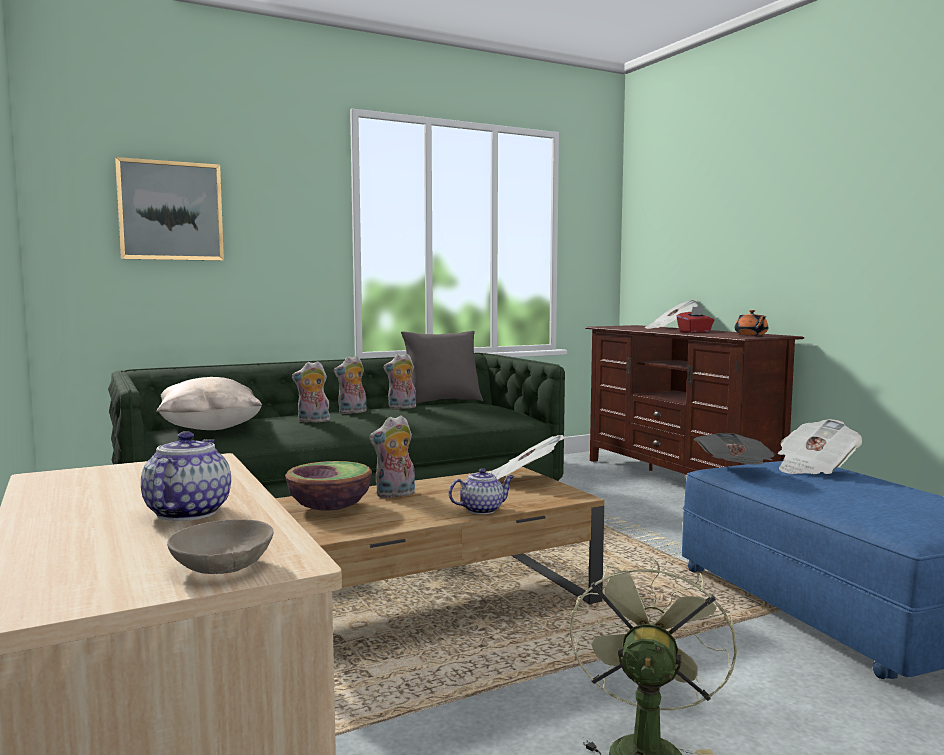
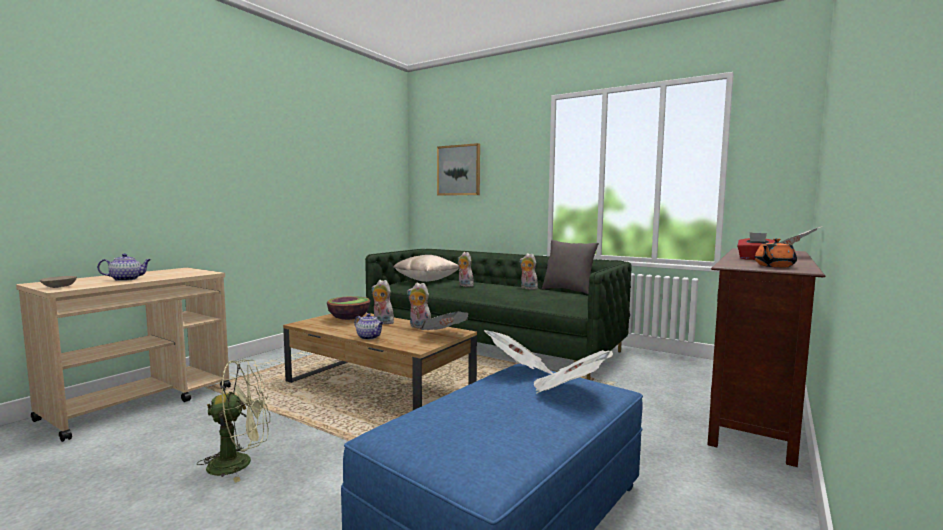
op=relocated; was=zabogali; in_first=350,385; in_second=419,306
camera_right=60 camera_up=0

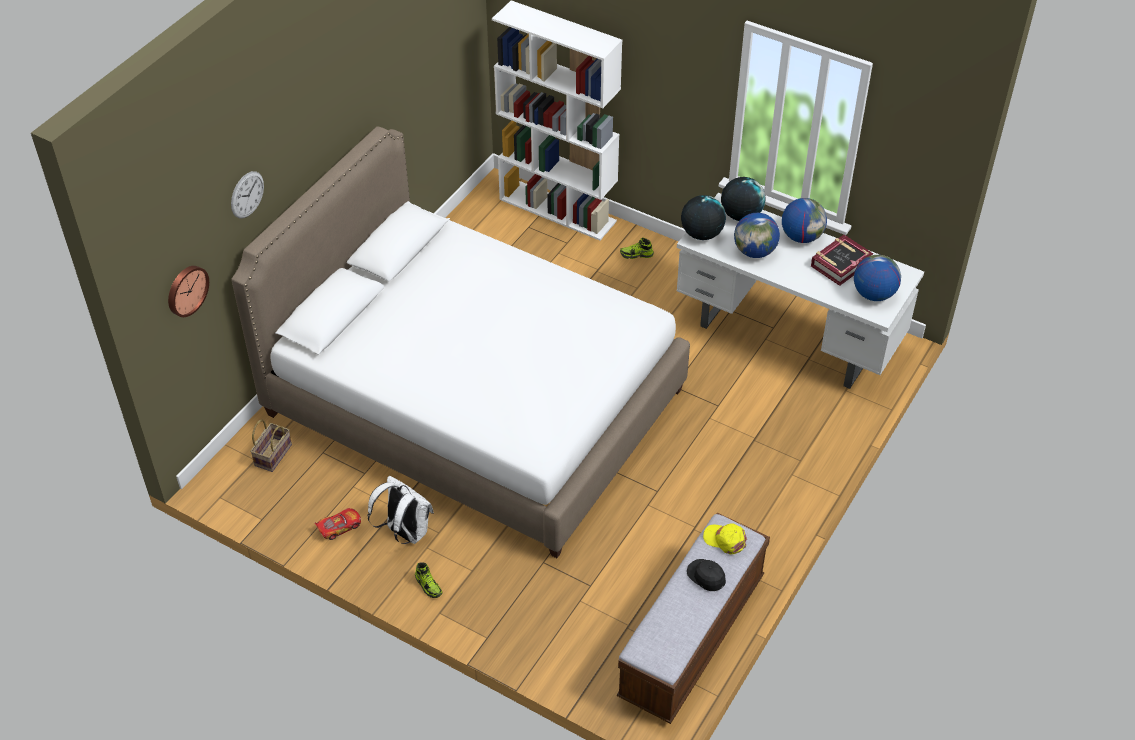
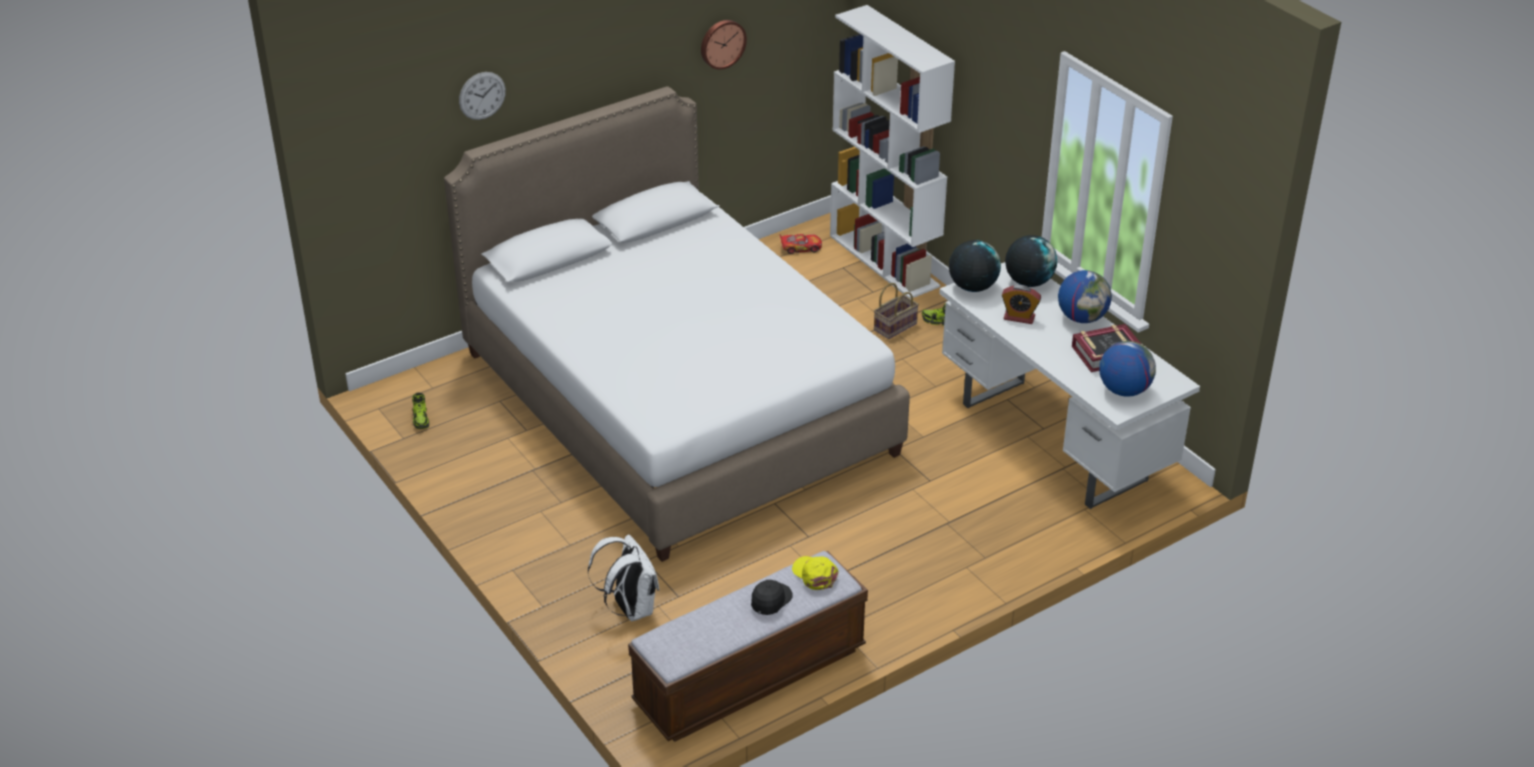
op=relocated; was=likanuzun; in_first=429,580; in_second=420,411
op=relocated; was=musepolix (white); in_first=400,510; in_second=623,578
op=relocated; was=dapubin; in_first=188,291; in_second=724,45
op=spun; was=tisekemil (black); in_first=706,575; in_second=772,597; clockwise=45
op=relocated; was=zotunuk; in_first=338,524; in_second=801,244
op=relocated; was=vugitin; in_first=271,445; in_second=896,311
op=exchanged; was=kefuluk; now=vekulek; in_first=757,235; in_second=1021,304
camera_right=25 camera_up=-10

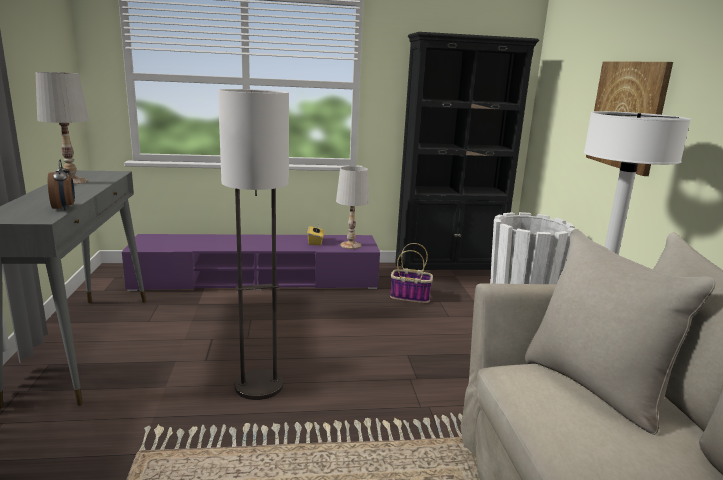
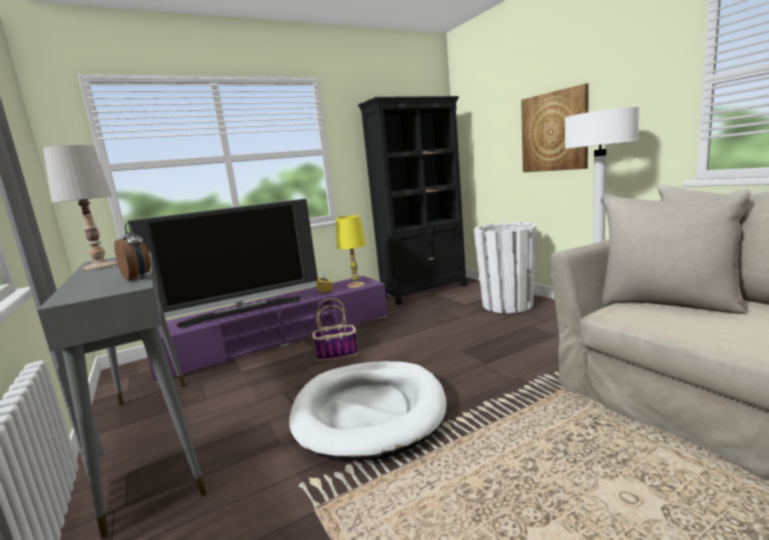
op=appeared; now=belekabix; in_second=223,263
op=exchanged; was=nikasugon; now=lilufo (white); in_first=253,244; in_second=367,410
op=relocated; was=vugitin; in_first=411,273; in_second=335,329
op=colour; was=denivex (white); now=denivex (yellow); in_first=352,207; in_second=351,251
camera_right=-20 camera_up=-5

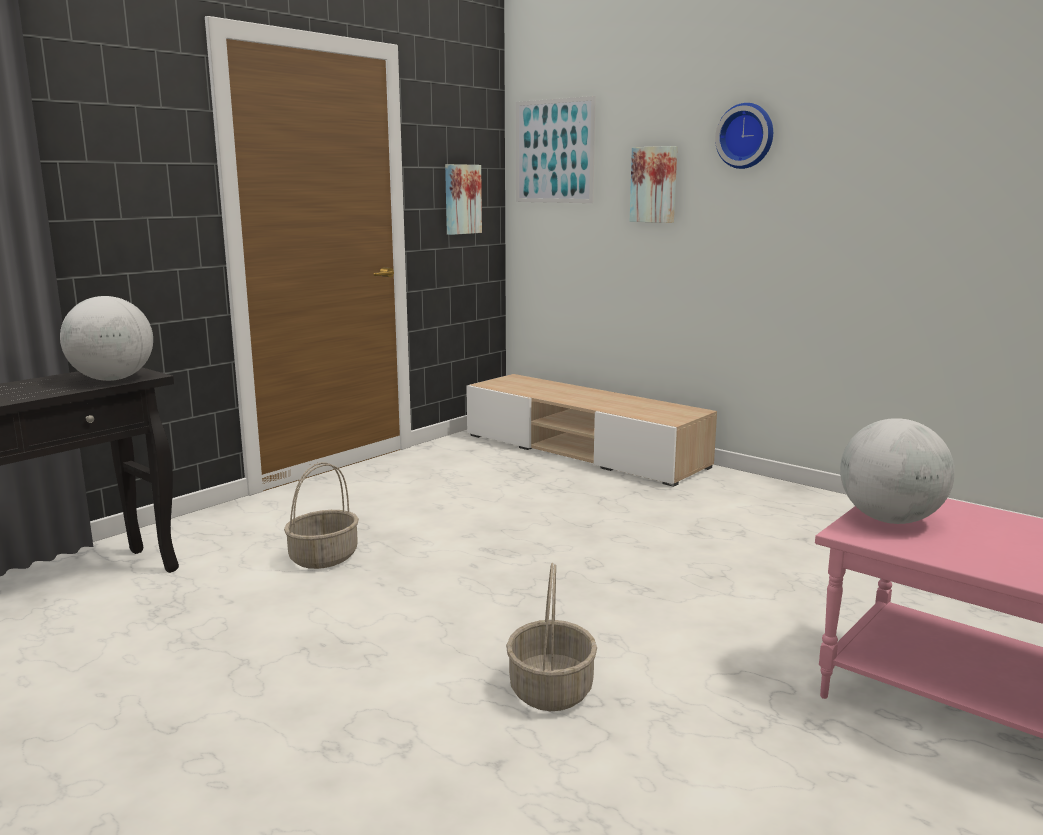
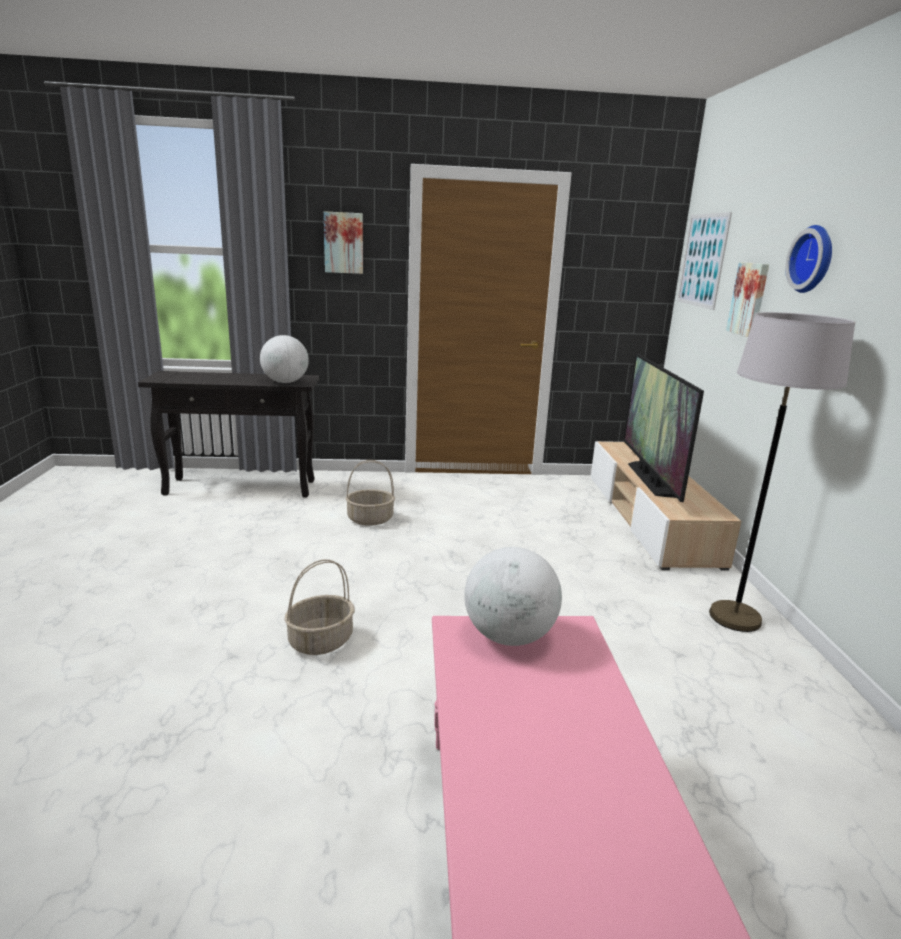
op=relocated; was=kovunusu; in_first=463,199; in_second=343,242
op=appeared; now=belekabix; in_second=663,427
op=appeared; now=nikasugon (grey); in_second=782,472
camera_right=45 camera_up=5

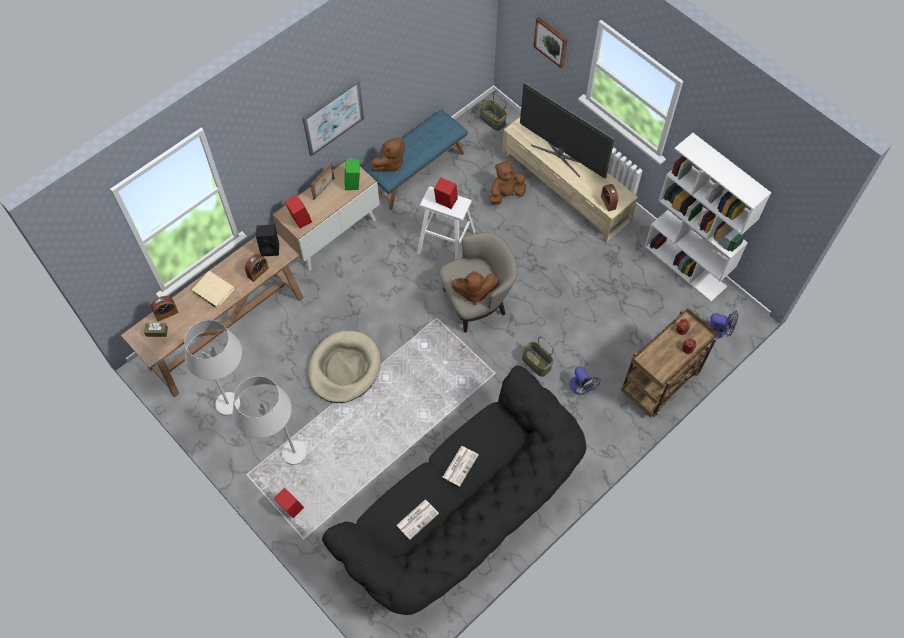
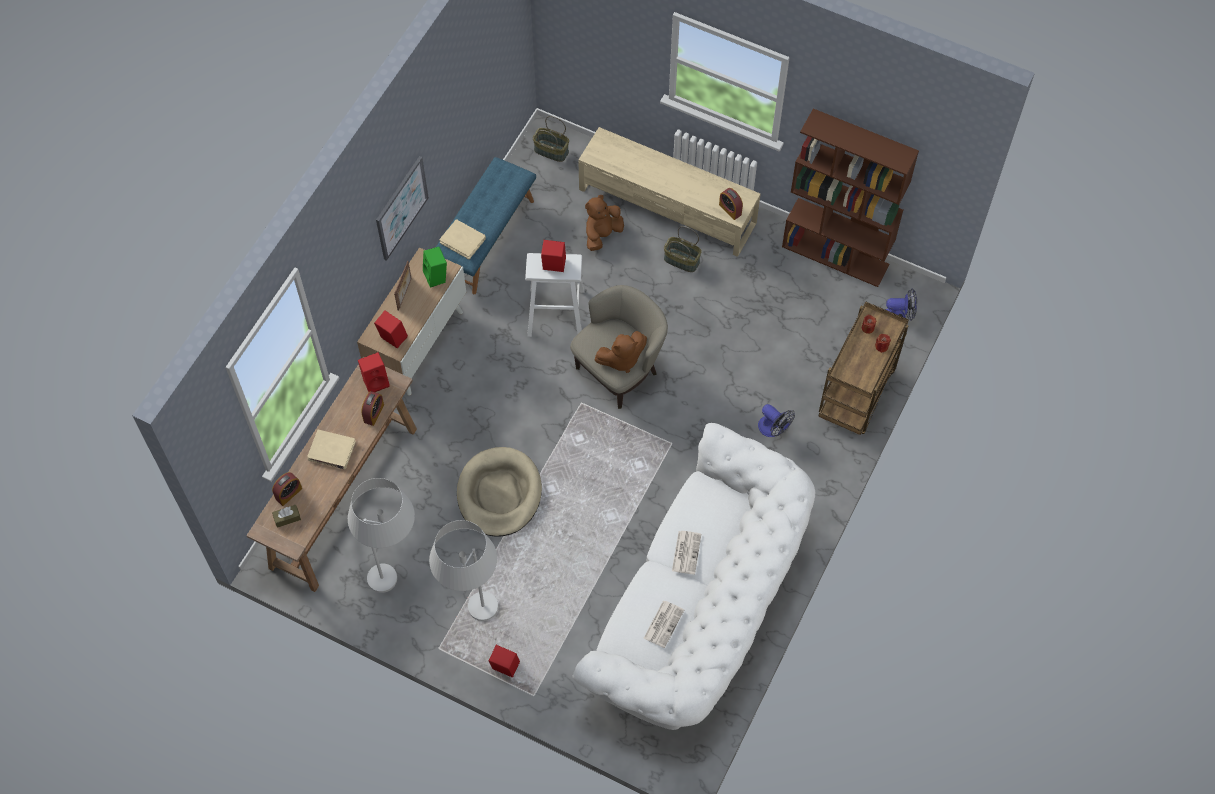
op=colour; was=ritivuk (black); now=ritivuk (red); in_first=267,240; in_second=374,372
op=exchanged; was=zabogali (brown); now=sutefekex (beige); in_first=388,155; in_second=462,239
op=colour; was=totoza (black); now=totoza (white); in_first=454,490; in_second=693,576
op=relocated; was=vugitin; in_first=538,356; in_second=683,249
op=colour; was=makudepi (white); now=makudepi (brown); in_first=707,217; in_second=850,198
op=missing; was=belekabix; in_first=567,130
op=missing; was=kovunusu; in_first=550,42
camera_right=-20 camera_up=0

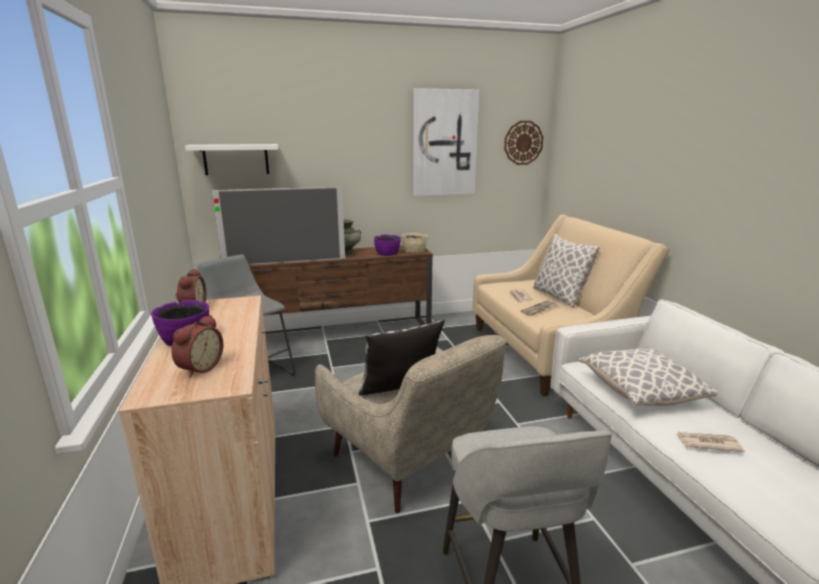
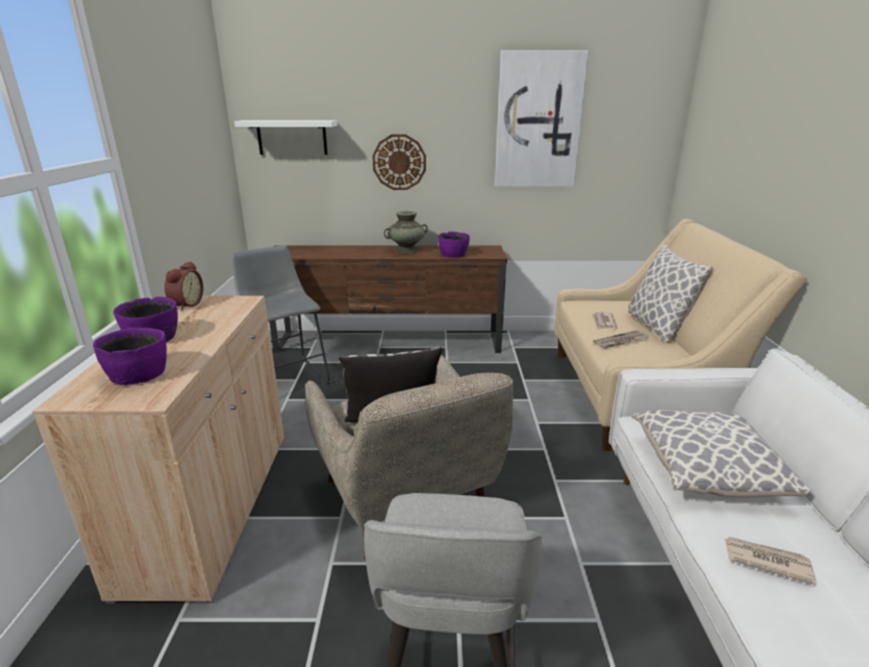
op=exchanged; was=vekulek; now=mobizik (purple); in_first=197,346; in_second=130,356
op=relocated; was=dapubin; in_first=523,143; in_second=399,162
op=missing; was=belekabix; in_first=278,225
op=missing; was=mobizik (beige); in_first=415,243
camera_right=15 camera_up=5

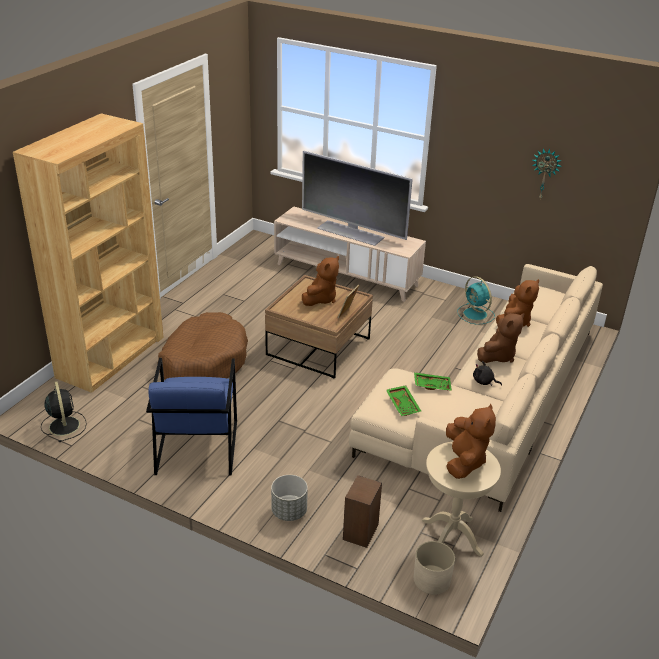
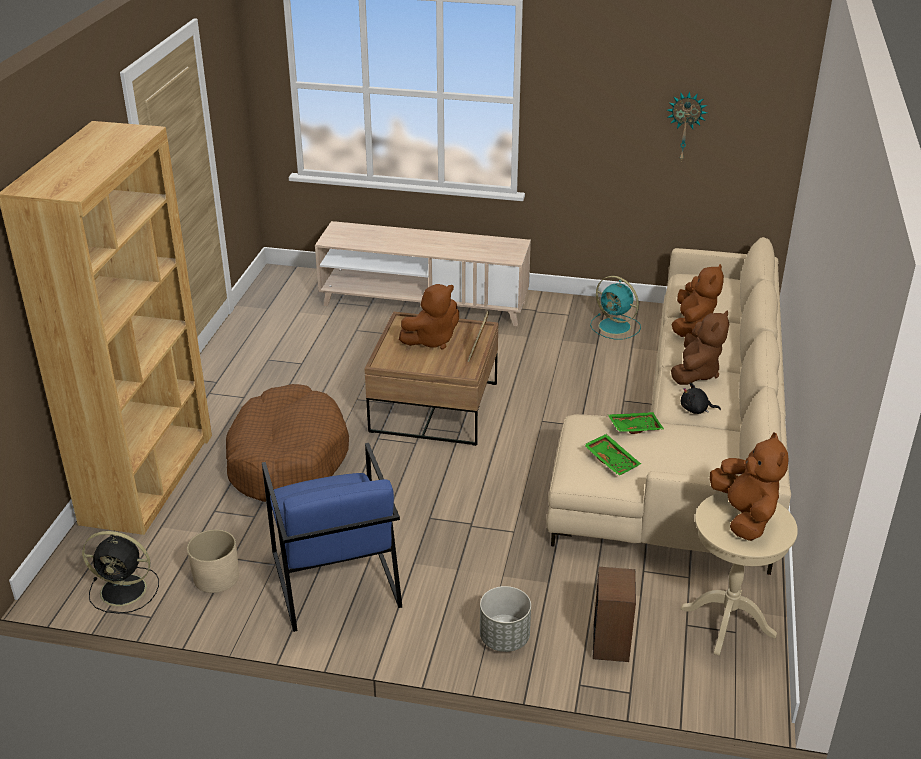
op=spun; was=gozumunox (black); in_first=64,411; in_second=120,572; clockwise=135
op=relocated; was=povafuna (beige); in_first=434,568; in_second=213,561
op=spun; was=zabogali (brown); in_first=320,281; in_second=429,317; clockwise=45
op=missing; was=belekabix; in_first=357,198
camera_right=-15 camera_up=0

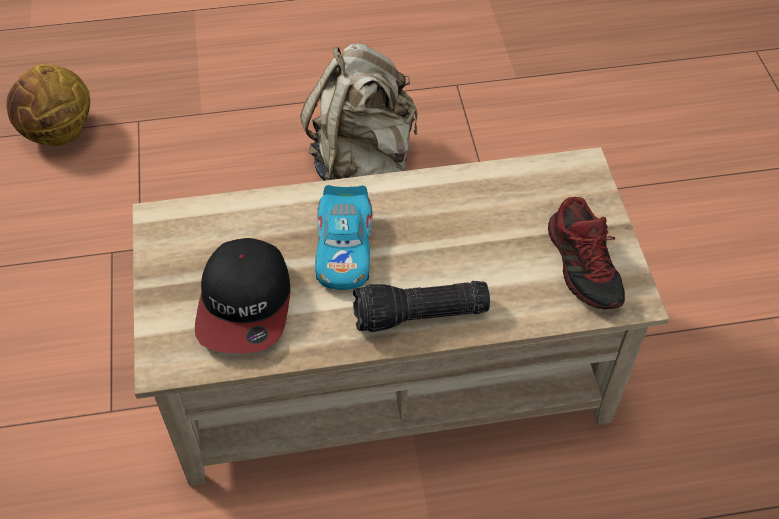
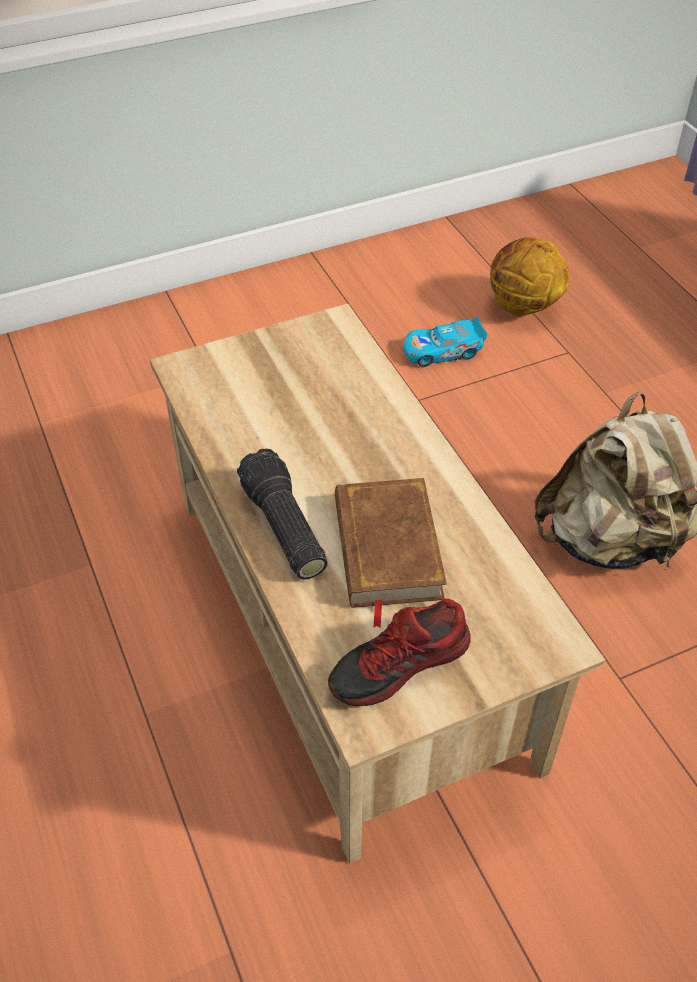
op=appeared; now=sutefekex (brown); in_second=391,553
op=relocated; was=zotunuk; in_first=344,237; in_second=445,342
op=missing; was=tisekemil; in_first=242,295
camera_right=75 camera_up=-5

